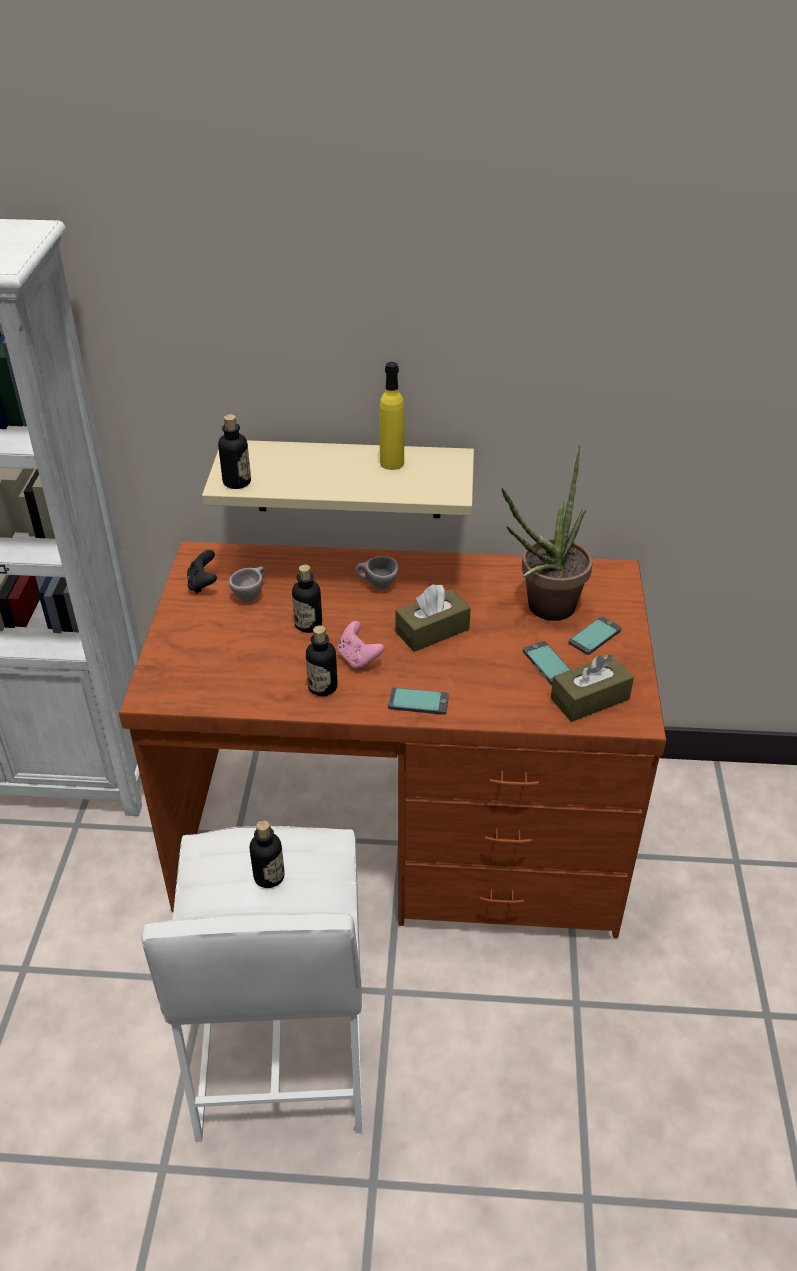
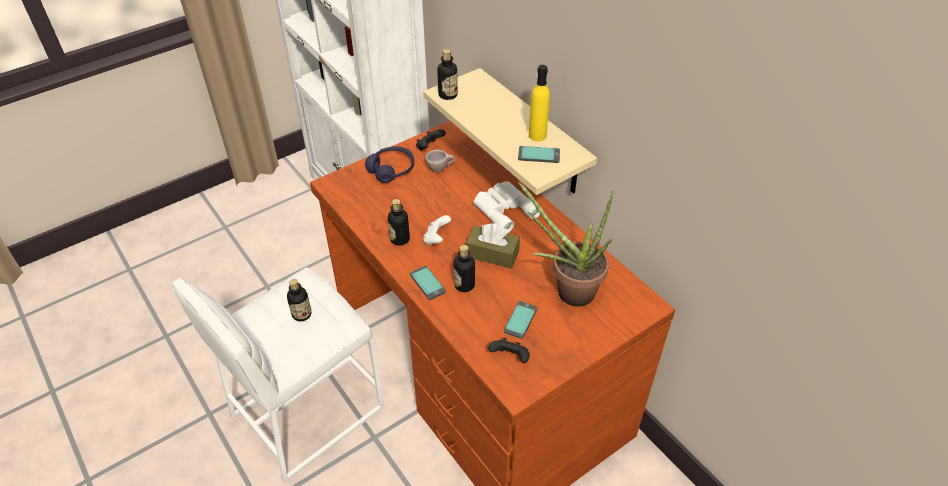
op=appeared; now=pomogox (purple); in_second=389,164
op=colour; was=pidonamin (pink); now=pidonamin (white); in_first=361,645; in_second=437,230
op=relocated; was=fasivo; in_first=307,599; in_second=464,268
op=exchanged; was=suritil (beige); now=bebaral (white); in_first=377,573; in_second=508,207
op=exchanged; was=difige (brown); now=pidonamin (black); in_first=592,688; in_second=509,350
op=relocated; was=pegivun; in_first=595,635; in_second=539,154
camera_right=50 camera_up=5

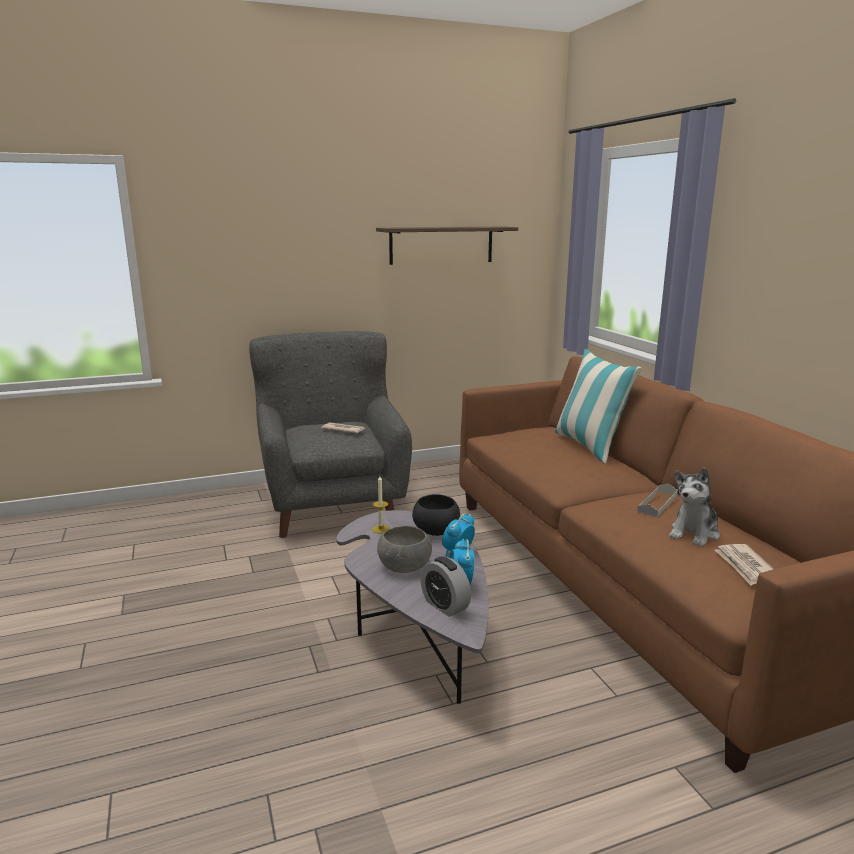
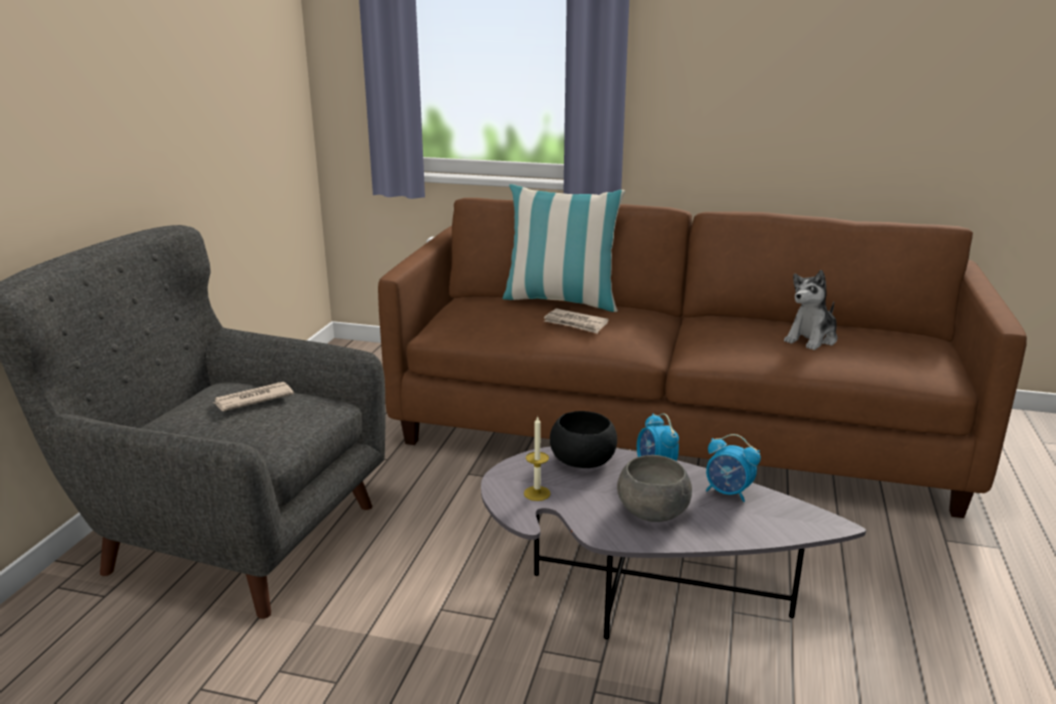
op=relocated; was=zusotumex; in_first=744,564; in_second=576,321
op=spun; was=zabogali; in_first=694,507; in_second=810,310; clockwise=60
op=missing; was=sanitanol; in_first=447,246
op=missing; was=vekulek; in_first=446,586
op=missing; was=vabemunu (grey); in_first=657,500
camera_right=-55 camera_up=5

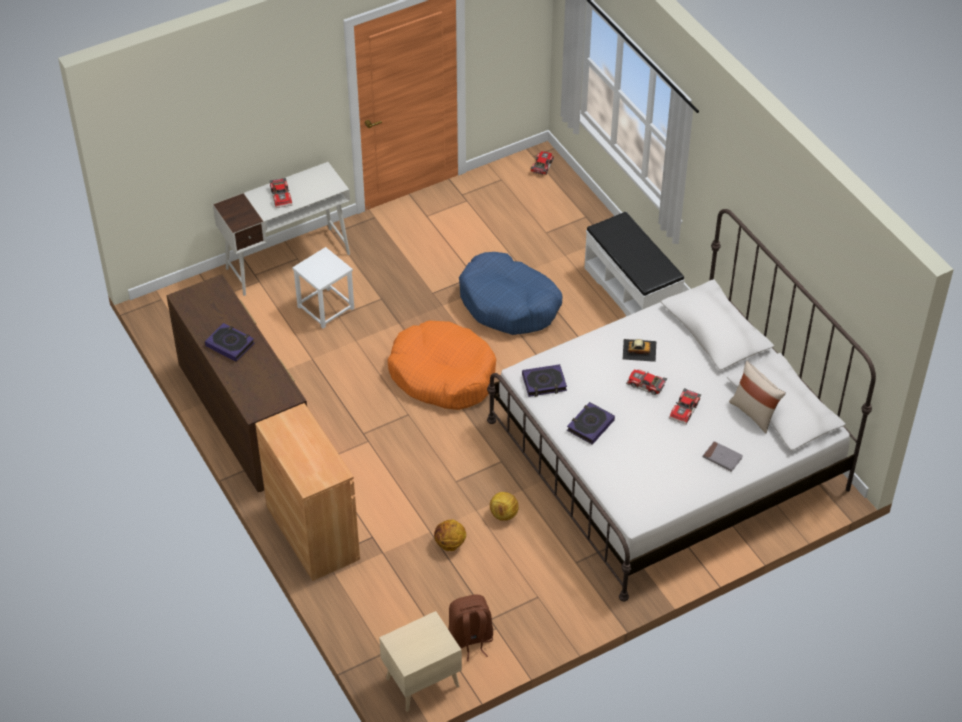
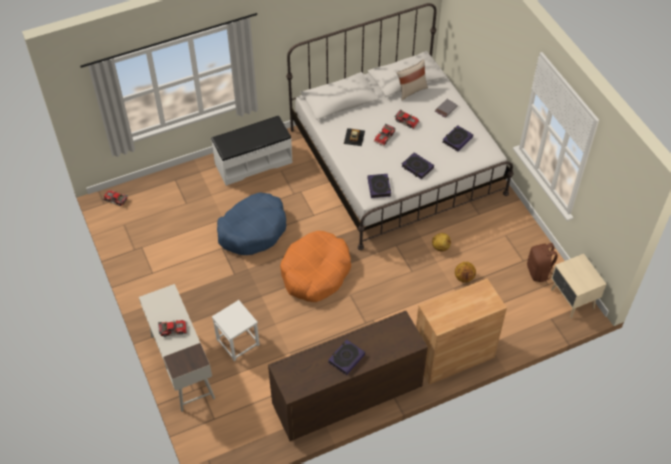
op=appeared; now=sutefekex; in_second=458,138
camera_right=-85 camera_up=5

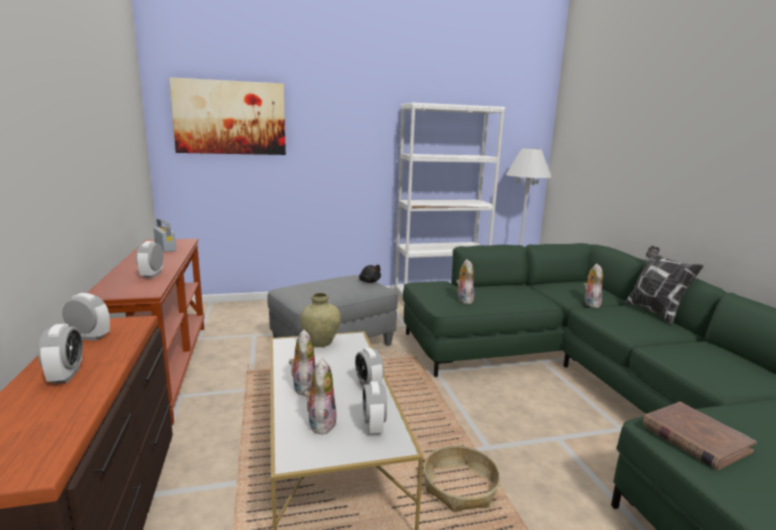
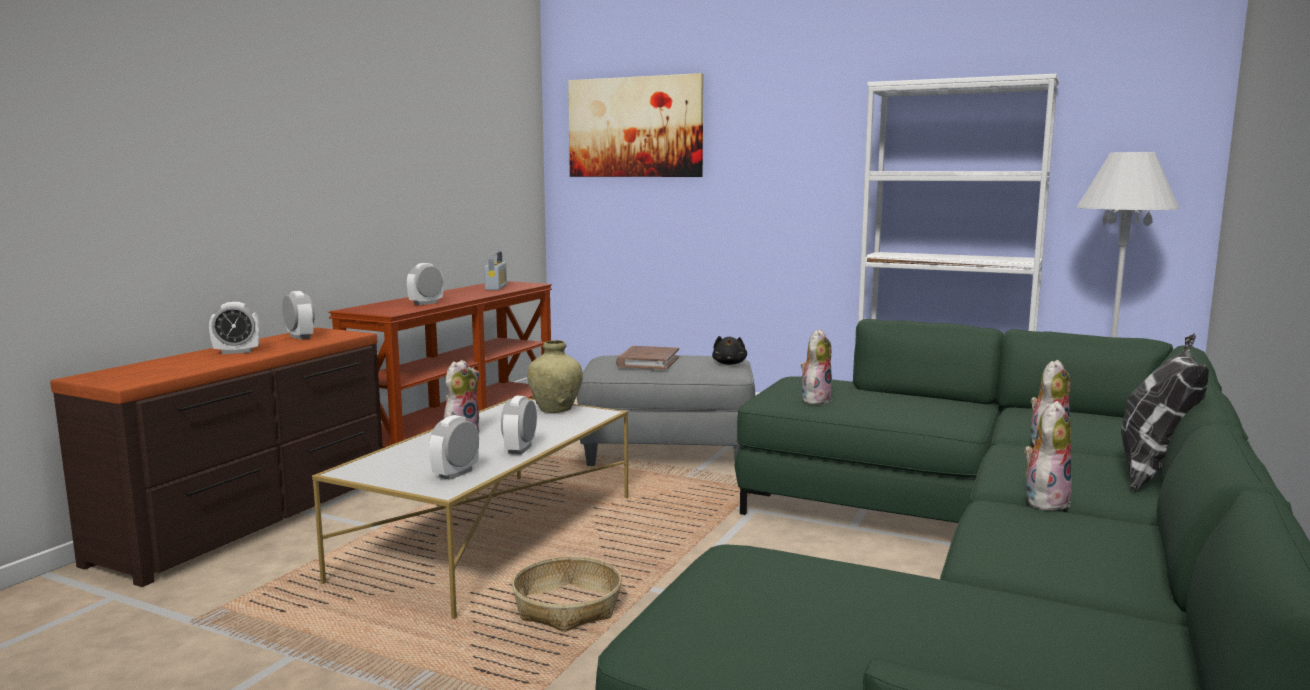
op=spun; was=vekulek; in_first=60,354; in_second=234,328; clockwise=45
op=relocated; was=sutefekex (brown); in_first=700,436; in_second=647,358
op=relocated; was=zabogali; in_first=320,397; in_second=1048,456
camera_right=40 camera_up=-5

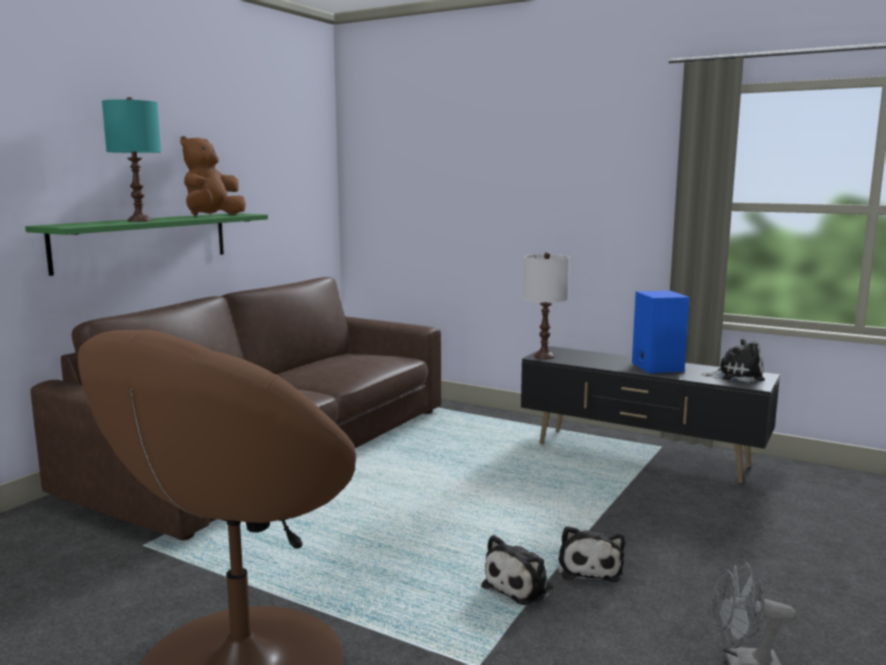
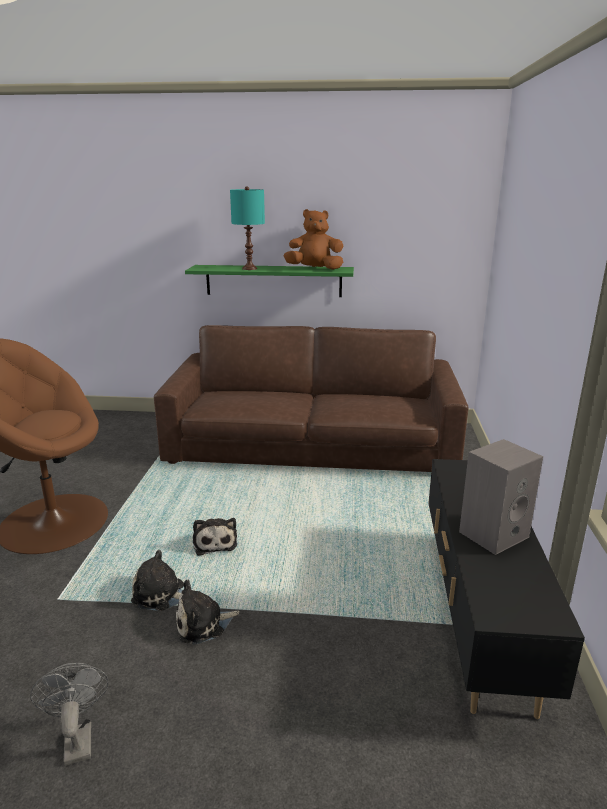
op=relocated; was=zabogali; in_first=733,360; in_second=215,537
op=colour; was=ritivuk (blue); now=ritivuk (grey); in_first=661,332; in_second=501,497
op=missing; was=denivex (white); in_first=547,305
camera_right=65 camera_up=10

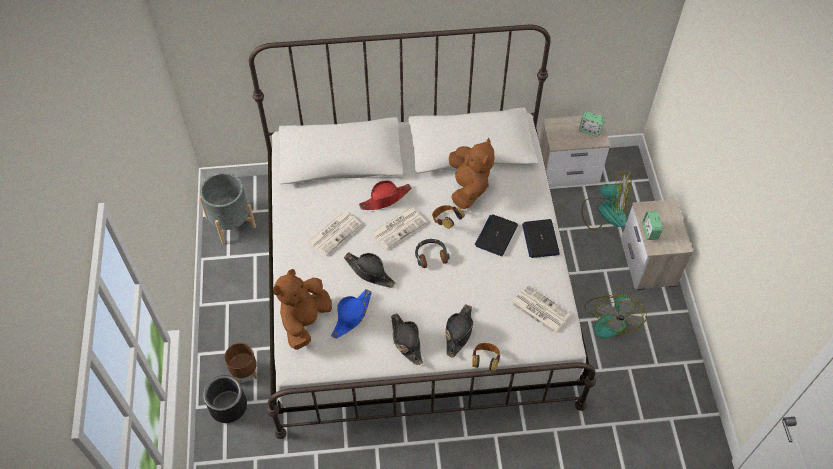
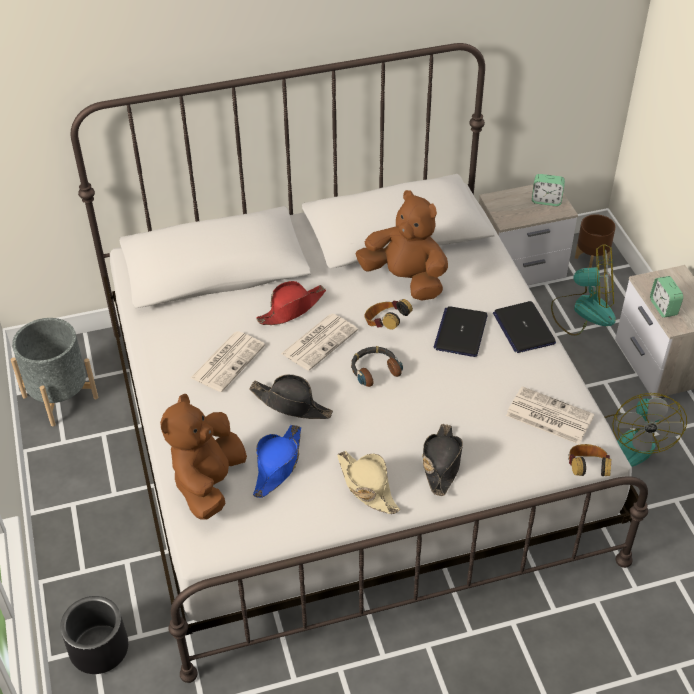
op=colour; was=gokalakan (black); now=gokalakan (beige); in_first=407,339; in_second=368,482
op=spun; was=zabogali (brown); in_first=471,173; in_second=402,245; clockwise=-45
op=relocated; was=pomogox; in_first=486,357; in_second=589,460
op=relocated; was=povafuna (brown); in_first=241,362; in_second=595,241
camera_right=-10 camera_up=-10

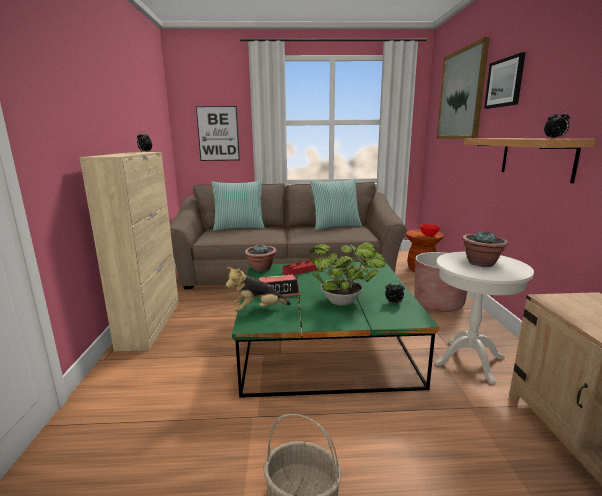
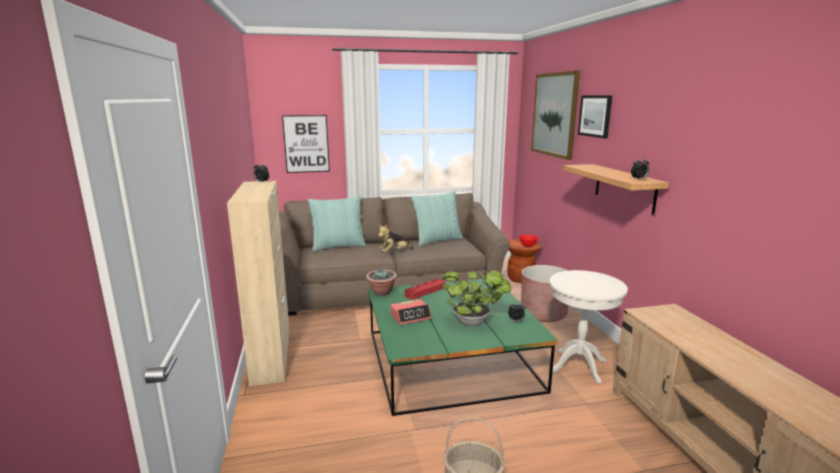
op=relocated; was=zabogali; in_first=258,289; in_second=396,238
op=missing; was=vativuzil; in_first=485,248
camera_right=-10 camera_up=0

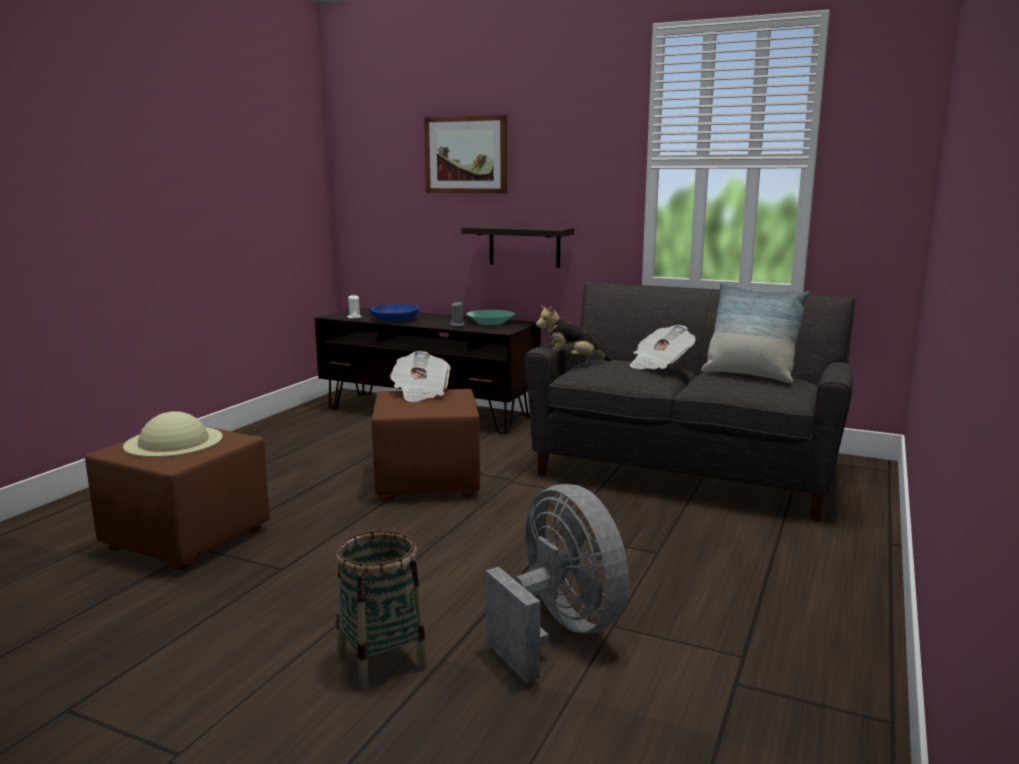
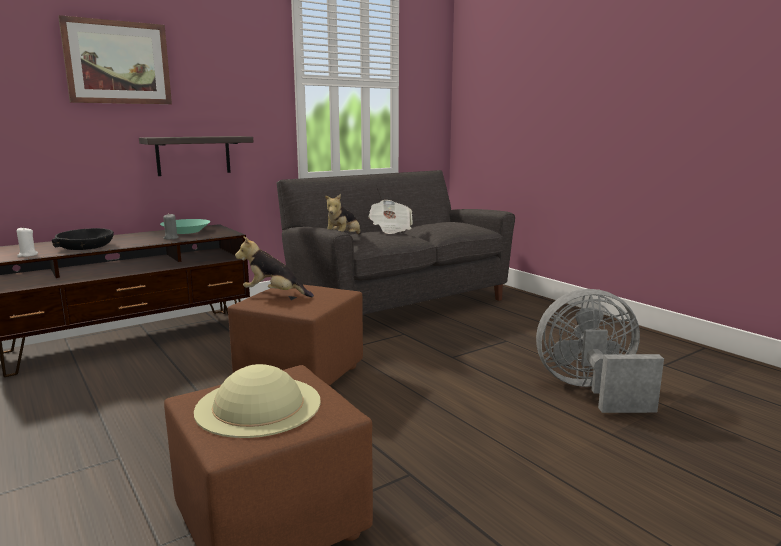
op=colour; was=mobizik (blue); now=mobizik (black); in_first=394,313; in_second=83,239
op=exchanged; was=zusotumex; now=zabogali; in_first=420,376; in_second=274,266
op=missing; was=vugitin; in_first=382,610
op=missing; was=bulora; in_first=755,333
camera_right=-60 camera_up=0

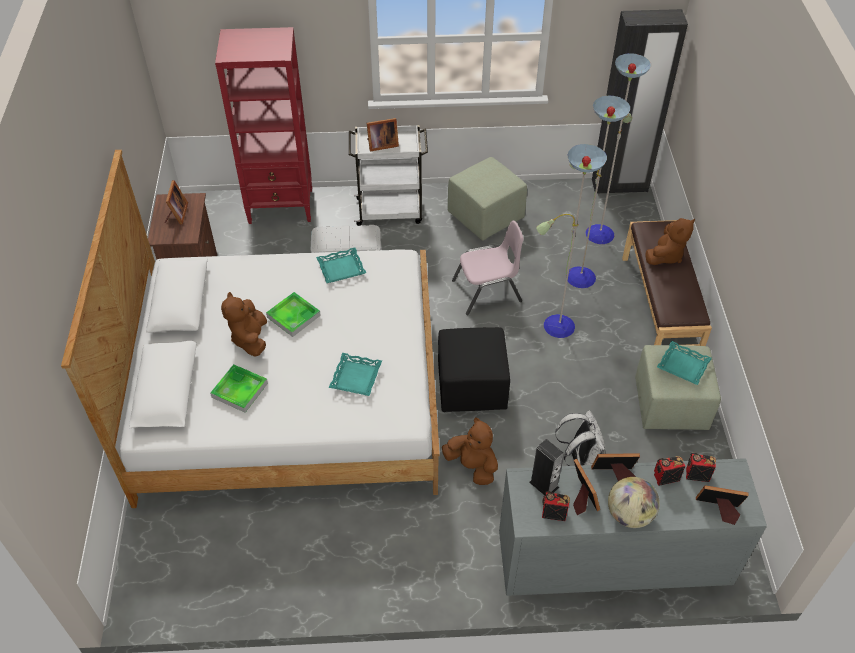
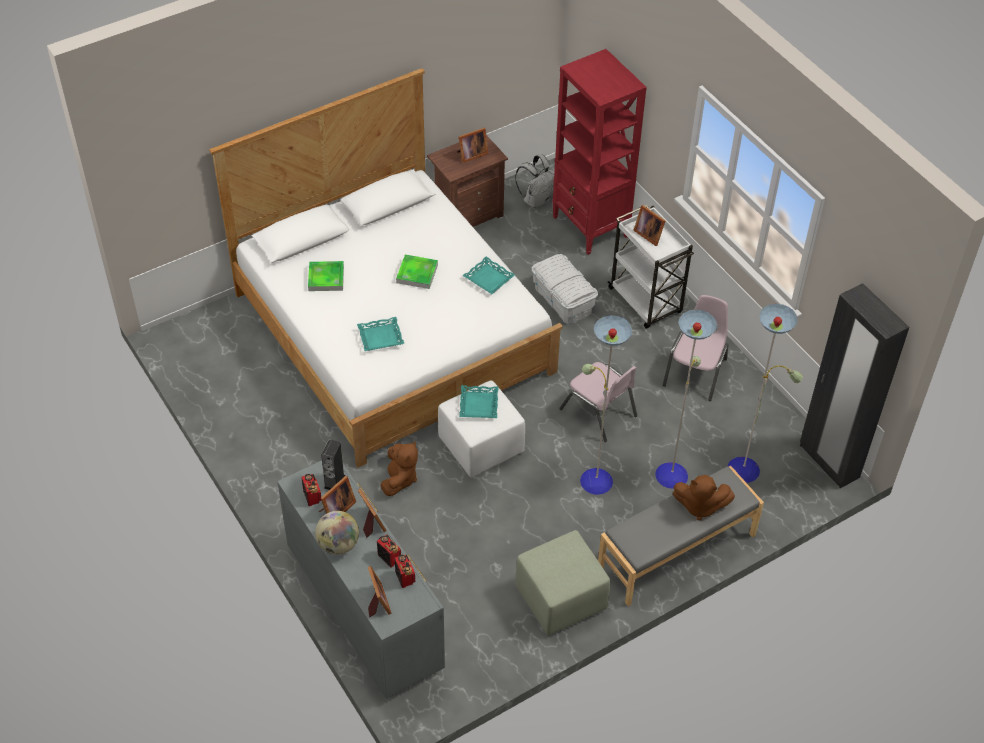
op=colour; was=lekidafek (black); now=lekidafek (white); in_first=474,369; in_second=481,429
op=relocated; was=vabemunu (turquoise); in_first=684,363; in_second=478,401
op=relocated; was=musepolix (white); in_first=580,438; in_second=535,181
op=colour; was=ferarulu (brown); now=ferarulu (grey); in_first=667,283; in_second=681,536
op=exchanged; was=lekidafek (green); now=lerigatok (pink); in_first=487,199; in_second=695,348
op=missing; was=zabogali (brown); in_first=244,324
camera_right=60 camera_up=0

